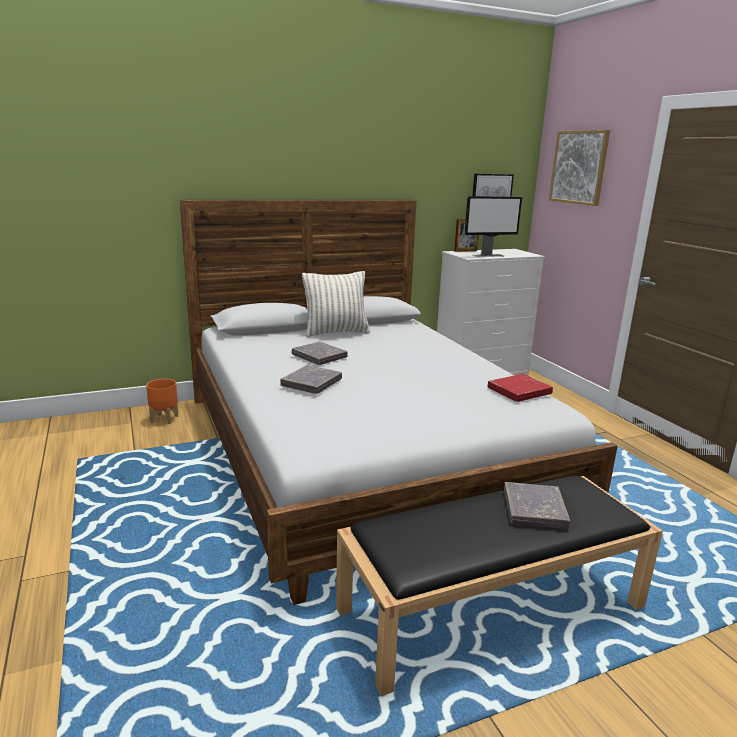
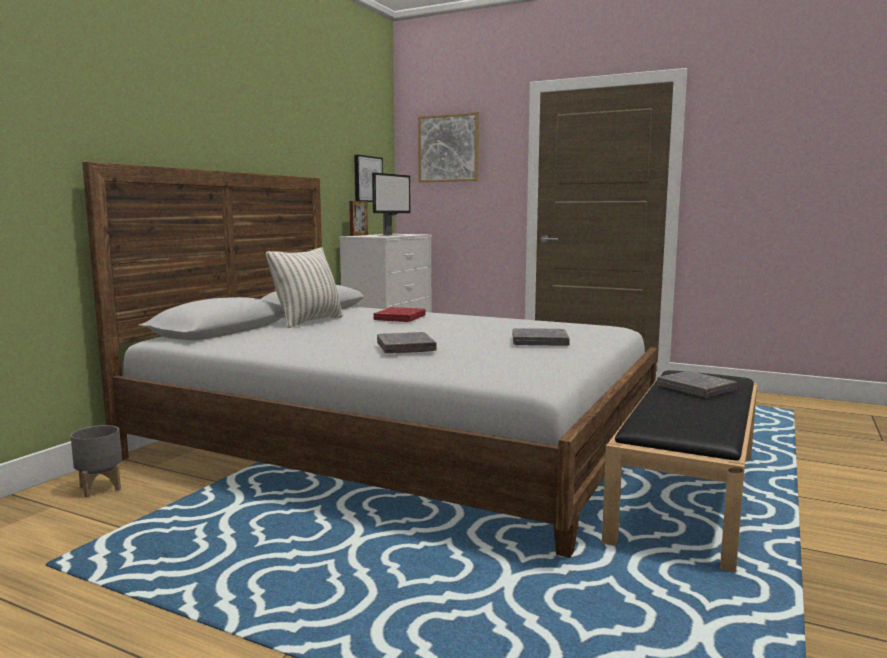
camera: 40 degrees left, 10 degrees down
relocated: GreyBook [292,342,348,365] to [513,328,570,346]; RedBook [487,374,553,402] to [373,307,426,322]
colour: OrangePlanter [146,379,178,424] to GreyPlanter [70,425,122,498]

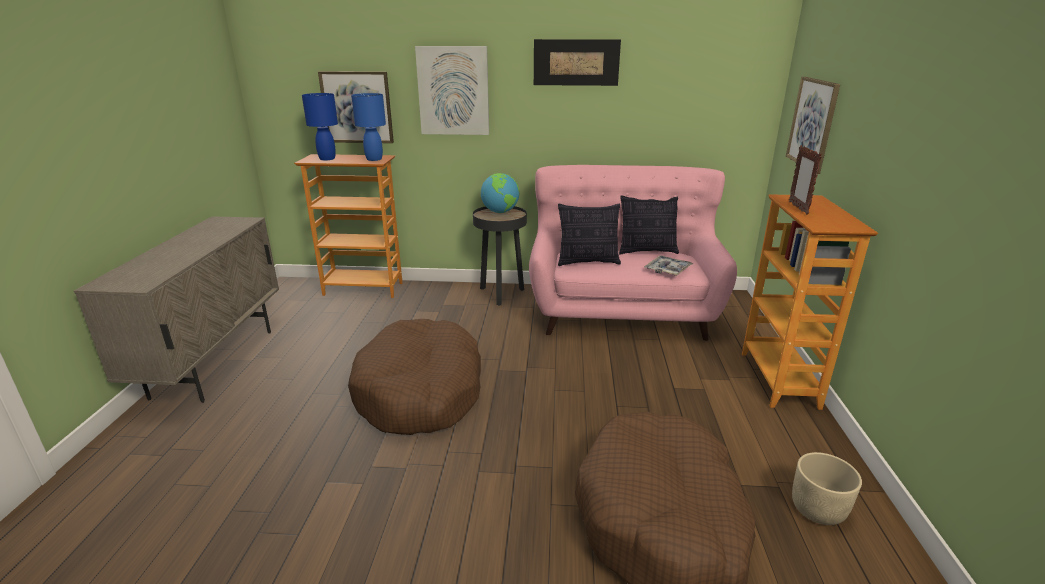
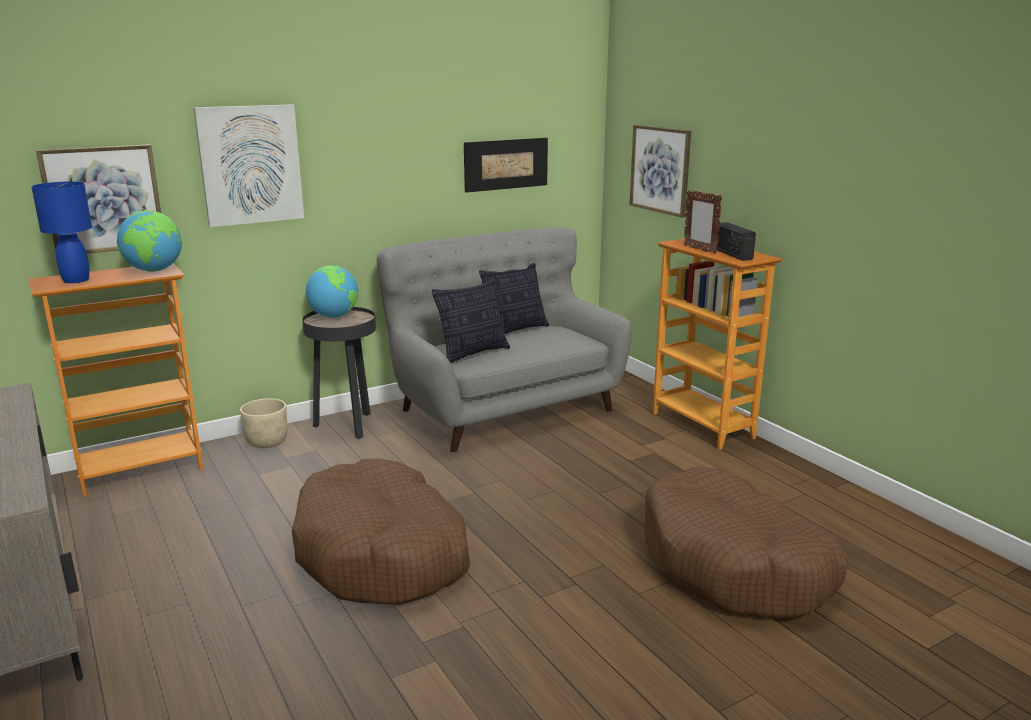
camera: 35 degrees left, 5 degrees down
missing: Tray [644,255,693,276]
appeared: Radio [715,222,756,261]
relocated: Picture [534,39,621,86] to [464,138,548,193]; BeigePlanter [792,452,862,525] to [240,398,287,448]
exchanged: BlueTableLamp [351,93,386,161] to Globe [117,210,182,272]
colour: PinkSofa [529,165,737,341] to GreySofa [377,228,632,452]

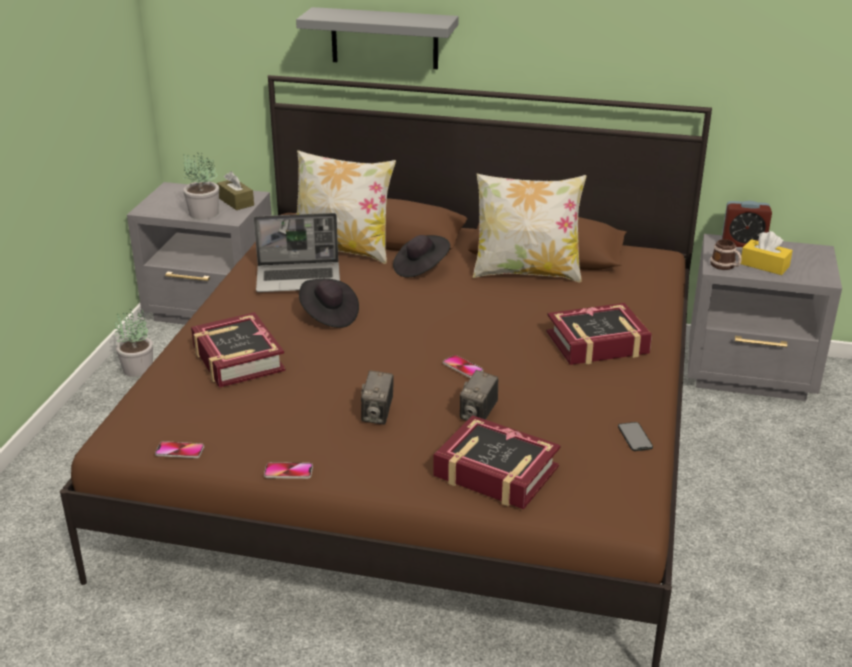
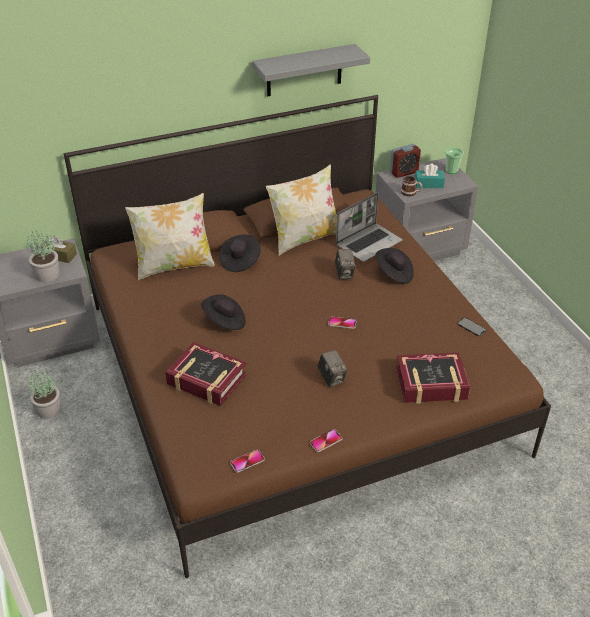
camera: 35 degrees left, 10 degrees up
appeared: Cup [445,147,464,174]
relocated: Laptop [254,213,340,292] to [336,193,403,262]; GreyShelf [296,7,459,69] to [252,44,370,96]; PhotoCamera [460,370,498,421] to [335,249,355,279]
exchanged: Book [546,303,652,365] to BlackHat [376,248,414,284]
colour: YellowTissueBox [741,231,793,275] to TurquoiseTissueBox [415,163,445,188]

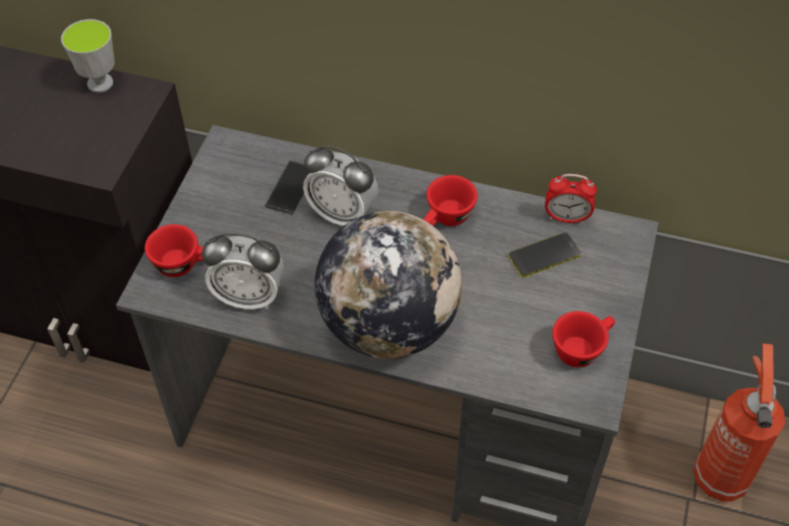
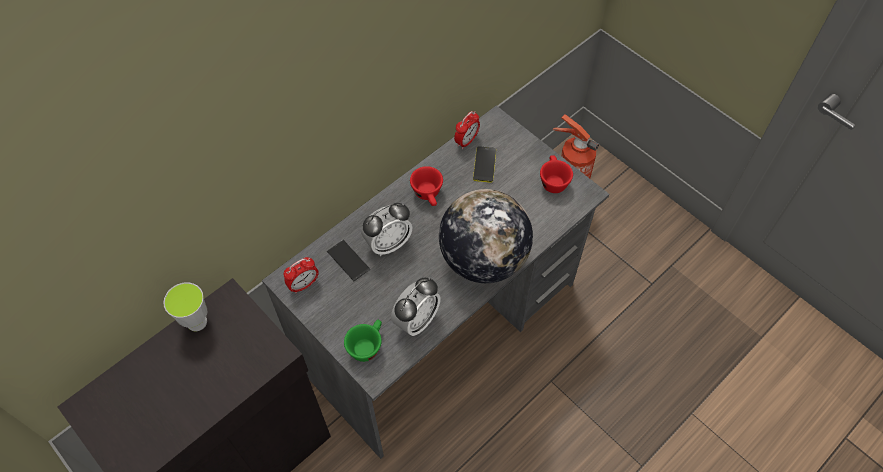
camera: 60 degrees left, 5 degrees up
appeared: AlarmClock [284,257,319,293]
colour: RedCup [145,224,204,277] to GreenCup [344,320,382,362]

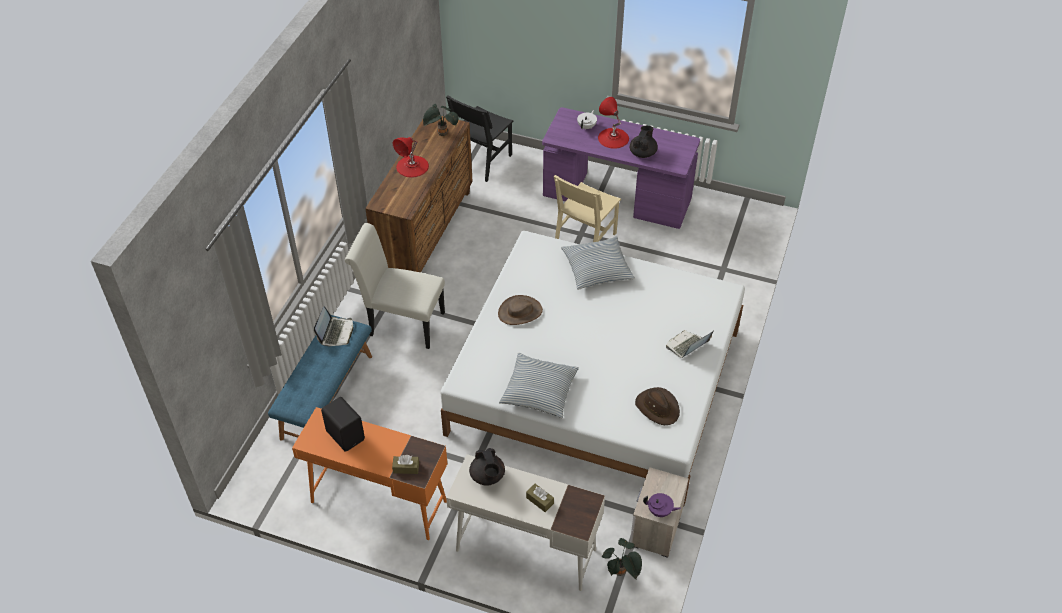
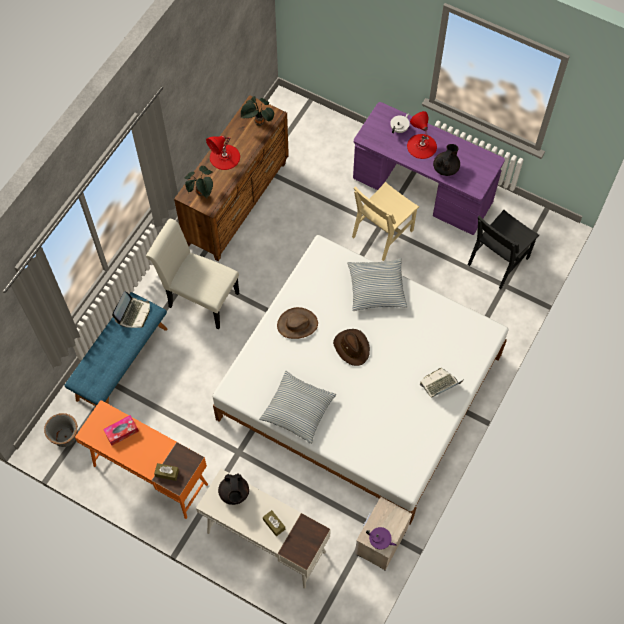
camera: 10 degrees right, 15 degrees up
appeared: GreyPlanter [44,413,78,447]
relocated: BlackChair [446,95,514,182] to [468,210,539,289]; PottedPlant [602,538,642,579] to [185,166,213,198]; BrownHat [635,387,680,425] to [333,329,370,366]
exchanged: BlackSpeaker [321,397,365,452] to TissueBox [103,415,139,445]

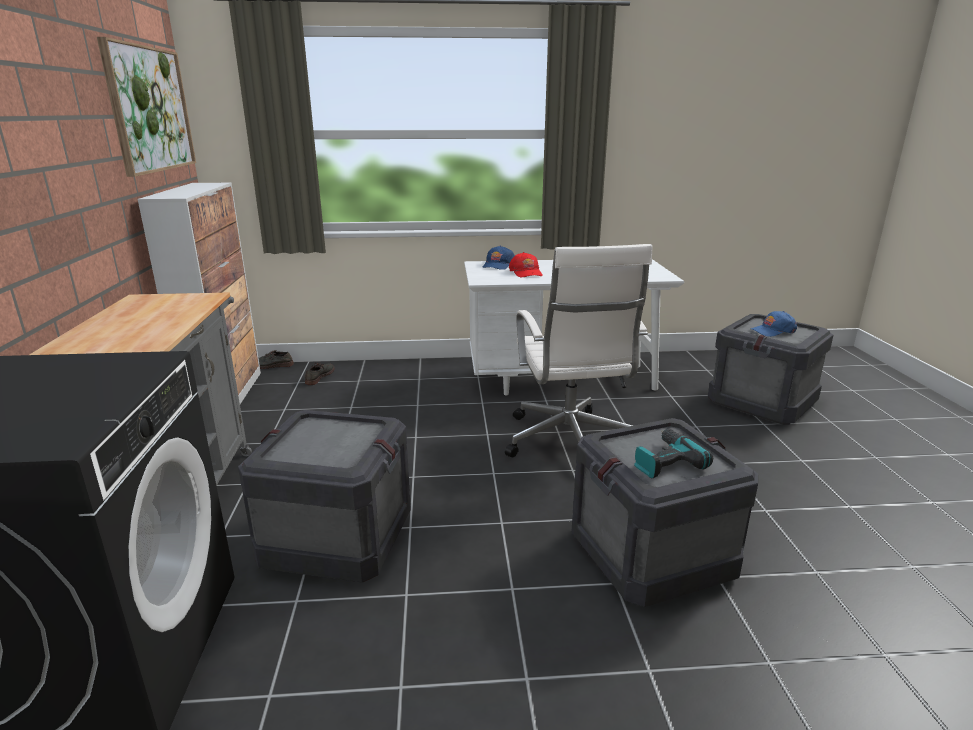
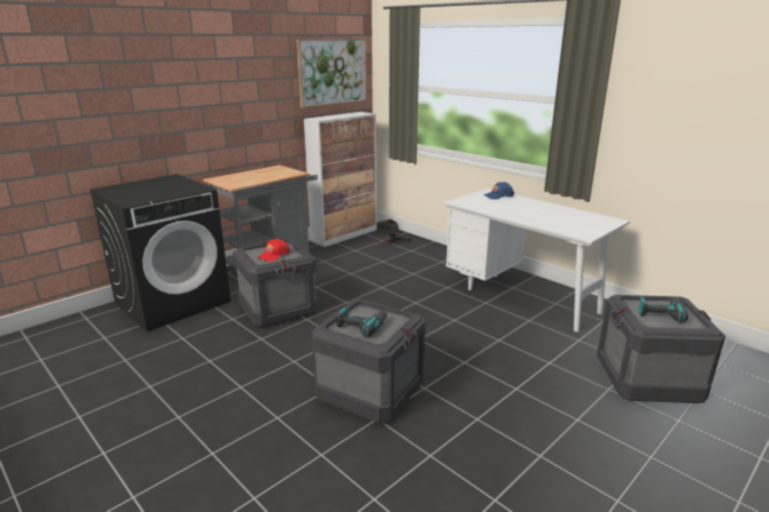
camera: 50 degrees right, 0 degrees up
missing: WhiteOfficeChair [505,244,653,458]
relocated: RedCap [509,252,543,278] to [257,239,290,261]
exchanged: BlueCap [751,311,797,337] to PowerDrill [637,297,688,323]

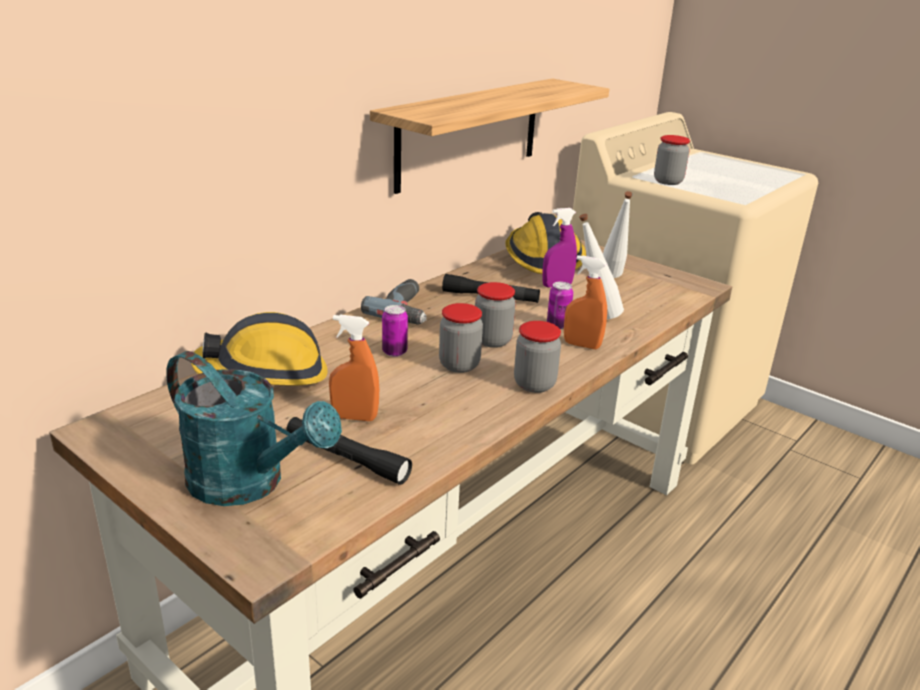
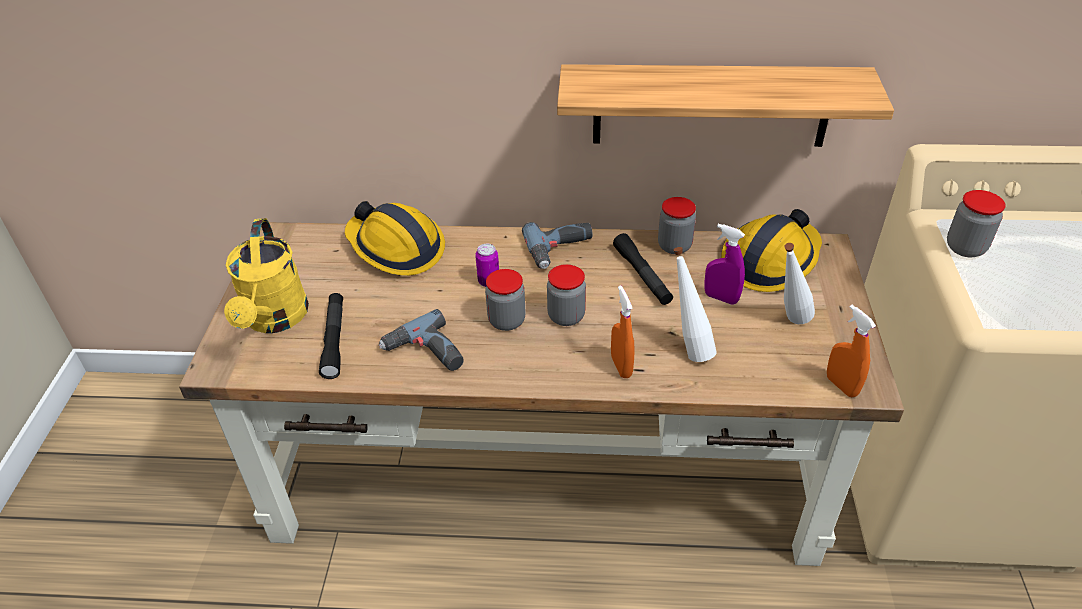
camera: 55 degrees right, 15 degrees up
missing: Can [547,282,573,329]
appeared: PowerDrill [379,309,464,371]
relocated: OrangeSprayBottle [329,315,379,421] to [827,305,876,397]; Jar [514,321,561,393] to [658,197,696,254]
colour: TurquoiseWateringCan [166,351,342,506] to YellowWateringCan [224,218,309,333]

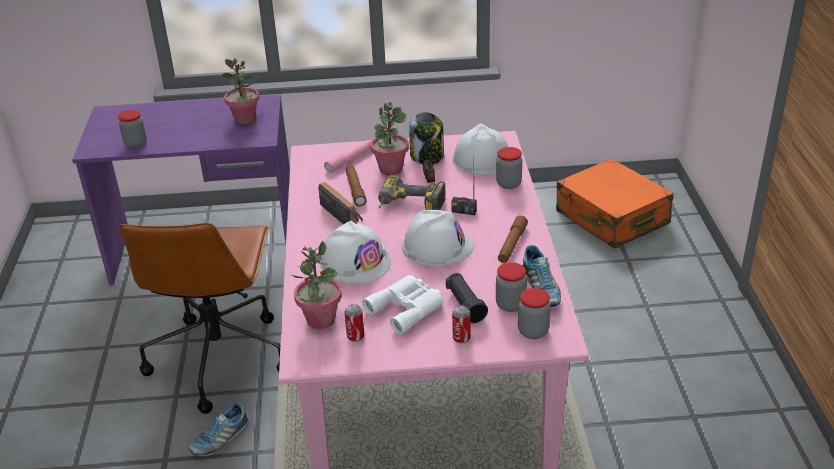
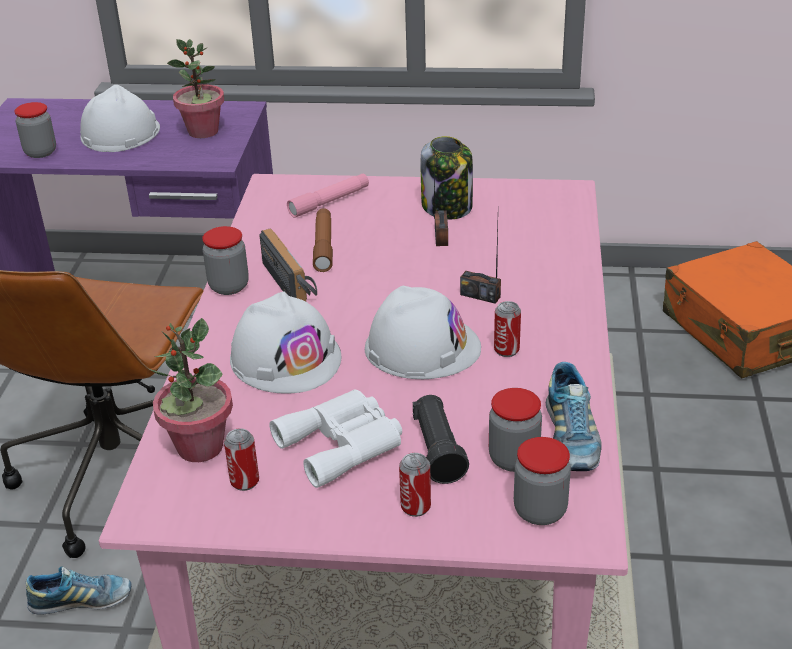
camera: 10 degrees right, 0 degrees up
missing: PottedPlant [371,102,409,175]; PowerDrill [378,175,445,210]; BrownFlashlight [498,215,528,263]
appeared: Can [494,301,521,357]
relocated: WhiteHardHat [452,124,508,176] to [80,85,160,152]; Jar [496,147,522,189] to [202,226,249,295]
spun: Shoe [188,403,249,456] = [26,566,132,615] 150 degrees counterclockwise

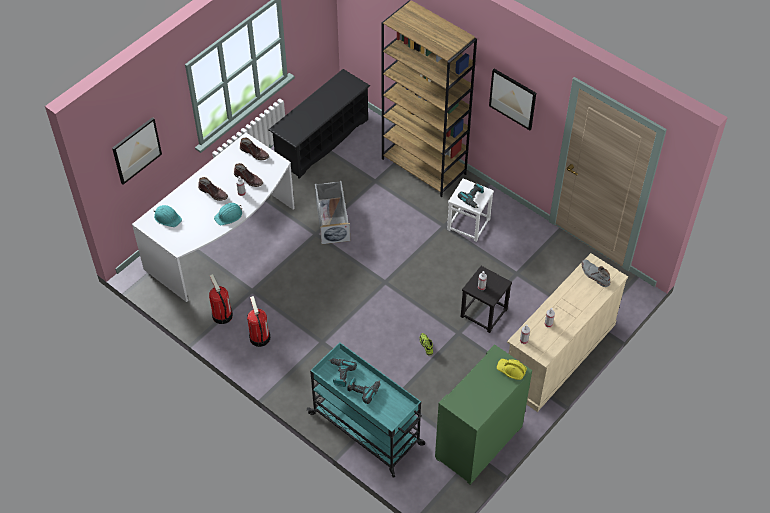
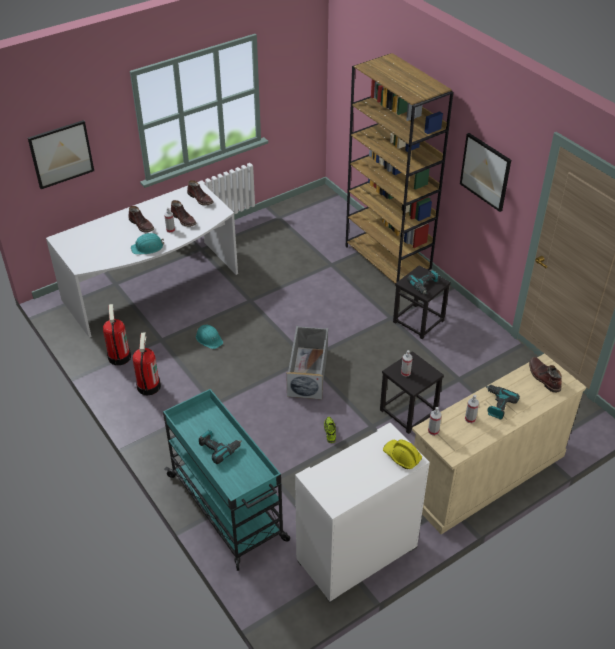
camera: 15 degrees right, 10 degrees down
missing: BlackShoeRack [268,69,370,179]
relocated: TurquoiseHardHat [154,205,182,227] to [196,325,223,349]; GreyStorageBox [315,181,350,244] to [286,326,328,399]; PowerDrill [329,358,357,387] to [485,385,520,419]
colour: GreenCabinet [435,345,532,485] to WhiteCabinet [295,423,430,603]; WhiteStool [447,179,494,242] to BlackStool [393,265,451,339]; GreyBoot [581,260,610,287] to BrownBoot [529,357,562,393]

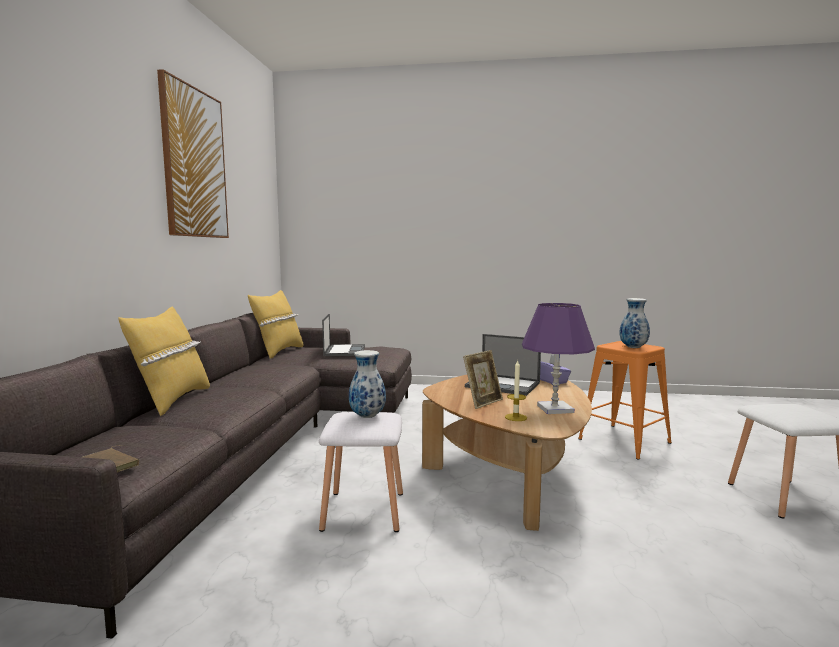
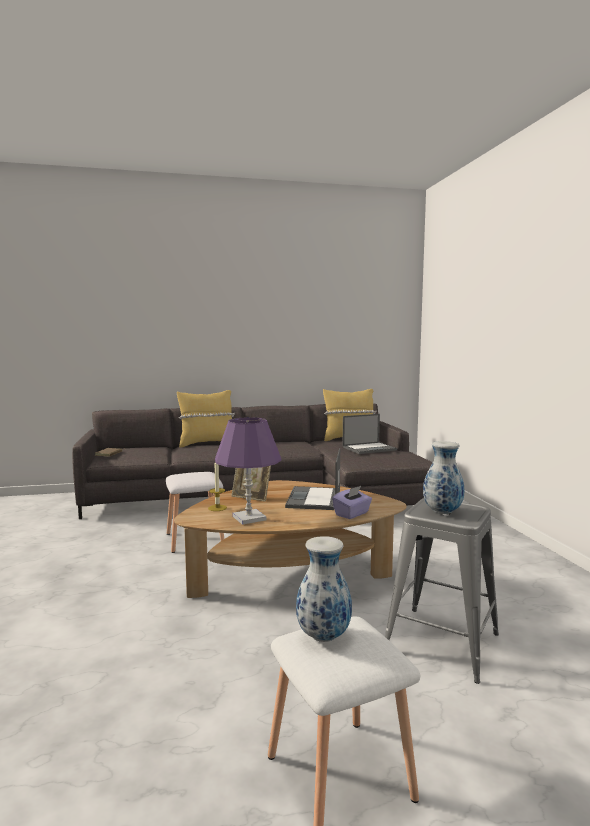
camera: 70 degrees right, 0 degrees up
missing: Picture [157,69,229,238]
relocated: Vase [349,350,386,418] to [296,536,352,642]
colour: OrangeStool [578,341,672,460] to GreyStool [385,498,499,684]

